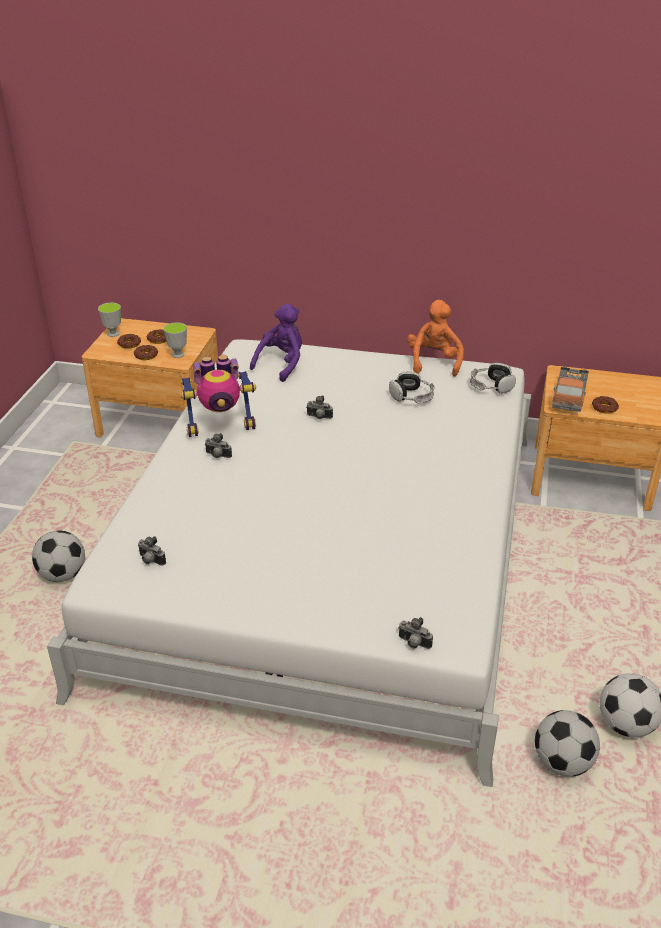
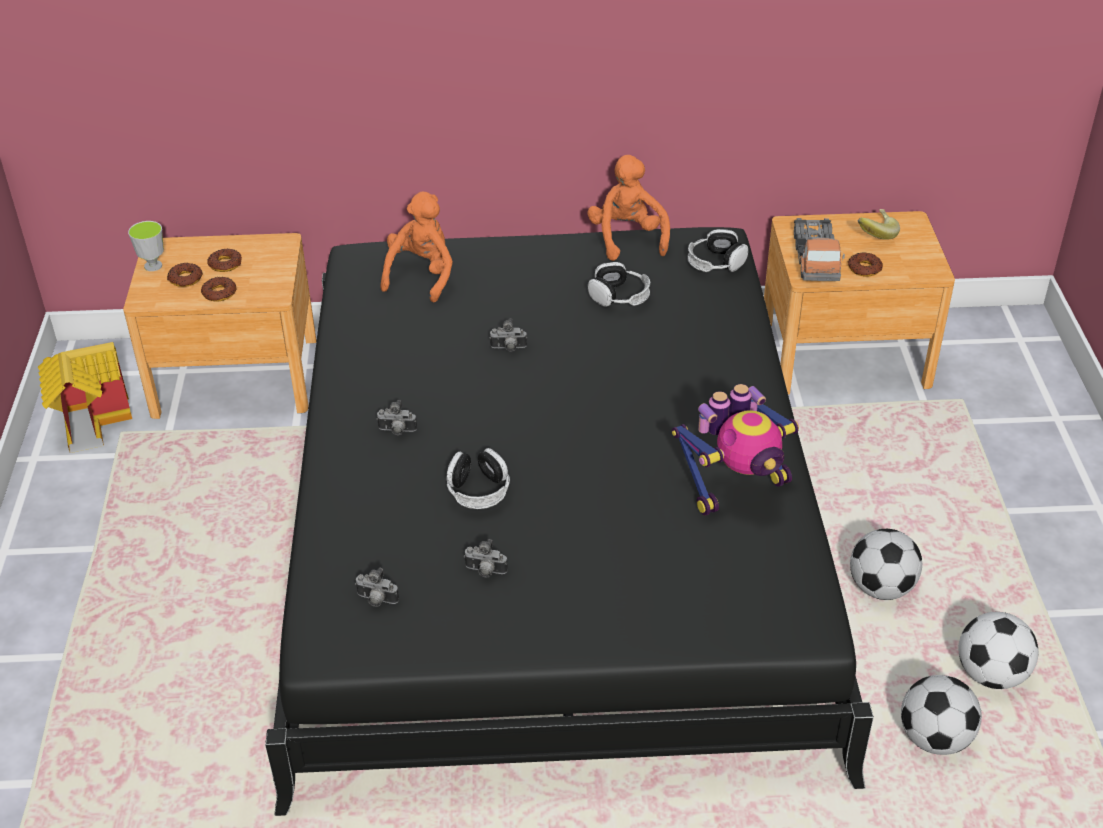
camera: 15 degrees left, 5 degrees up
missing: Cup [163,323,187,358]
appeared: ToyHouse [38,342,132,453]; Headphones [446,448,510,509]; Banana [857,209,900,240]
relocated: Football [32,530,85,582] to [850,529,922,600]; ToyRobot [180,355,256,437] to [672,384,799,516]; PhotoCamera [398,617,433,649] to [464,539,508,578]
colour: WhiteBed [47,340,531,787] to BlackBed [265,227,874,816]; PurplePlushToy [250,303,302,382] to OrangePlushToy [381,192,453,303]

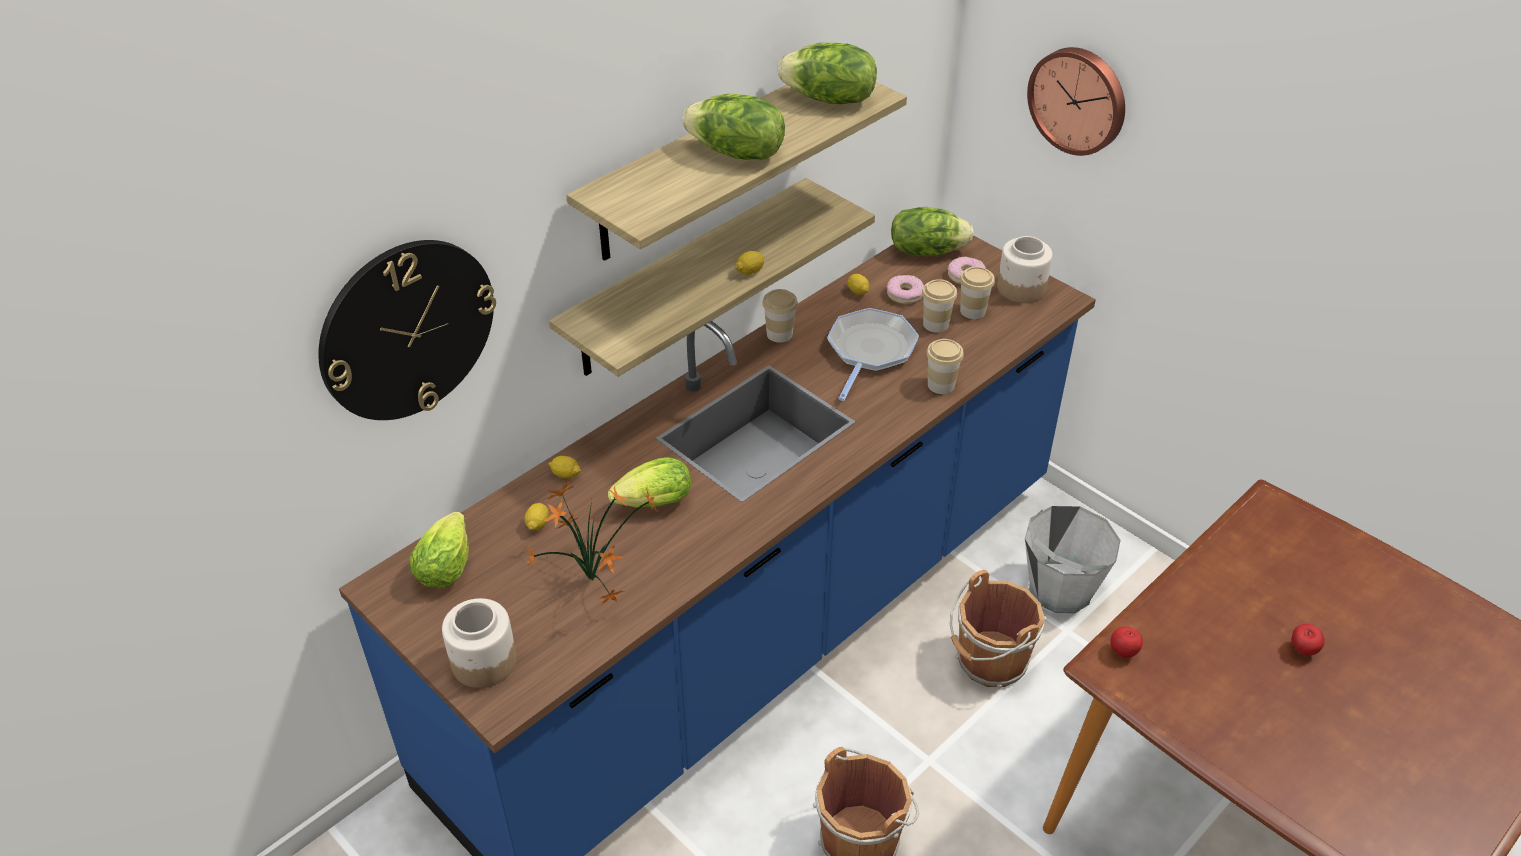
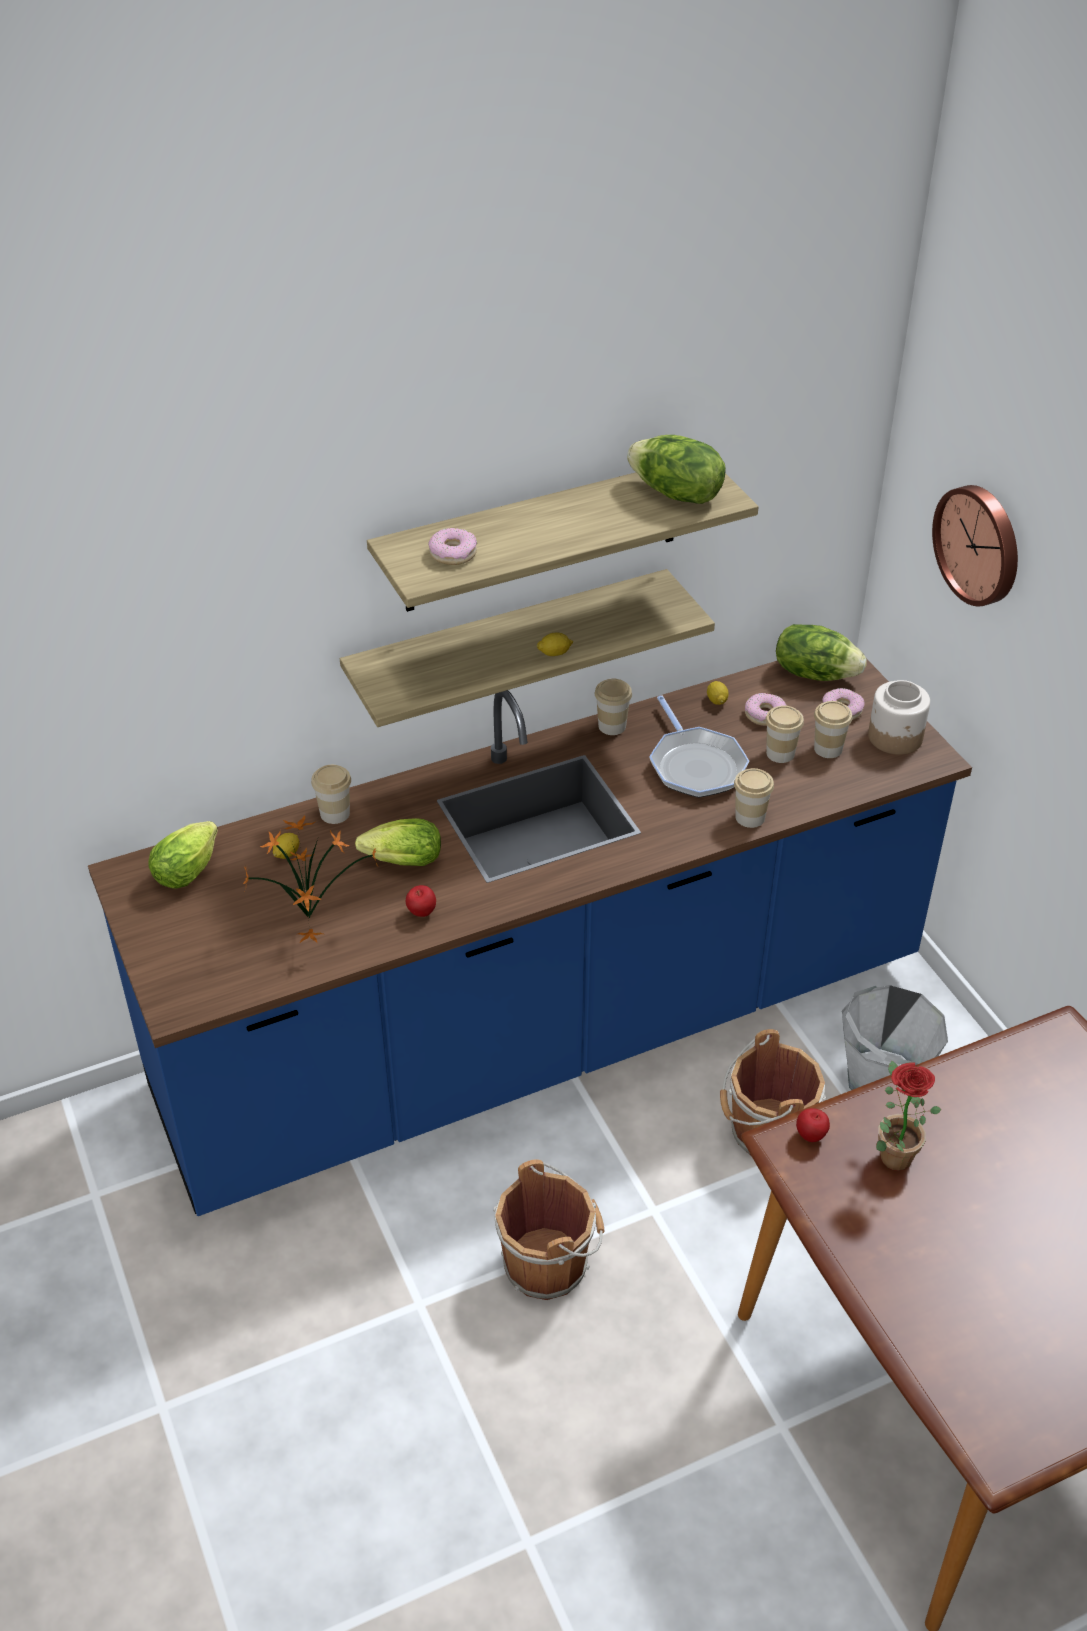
camera: 20 degrees right, 0 degrees up
missing: WallClock [318,240,496,420]; Jar [442,598,517,688]; Lettuce [682,94,785,160]
appeared: Donut [428,528,477,565]; PottedPlant [876,1061,941,1171]
relocated: Apple [1292,624,1325,656] to [406,885,436,917]
exchanged: Lemon [548,456,581,479] to Cup [311,765,351,824]
spun: FryingPan [827,308,919,401] = [649,695,749,798] 120 degrees clockwise

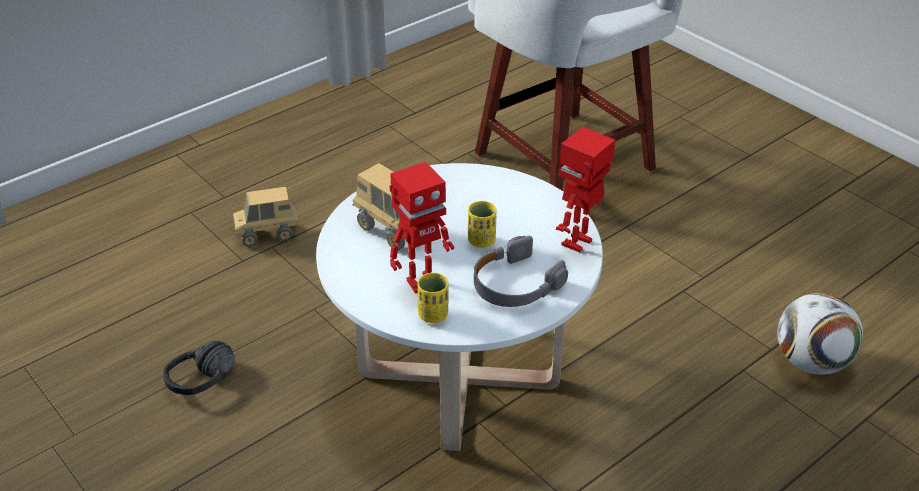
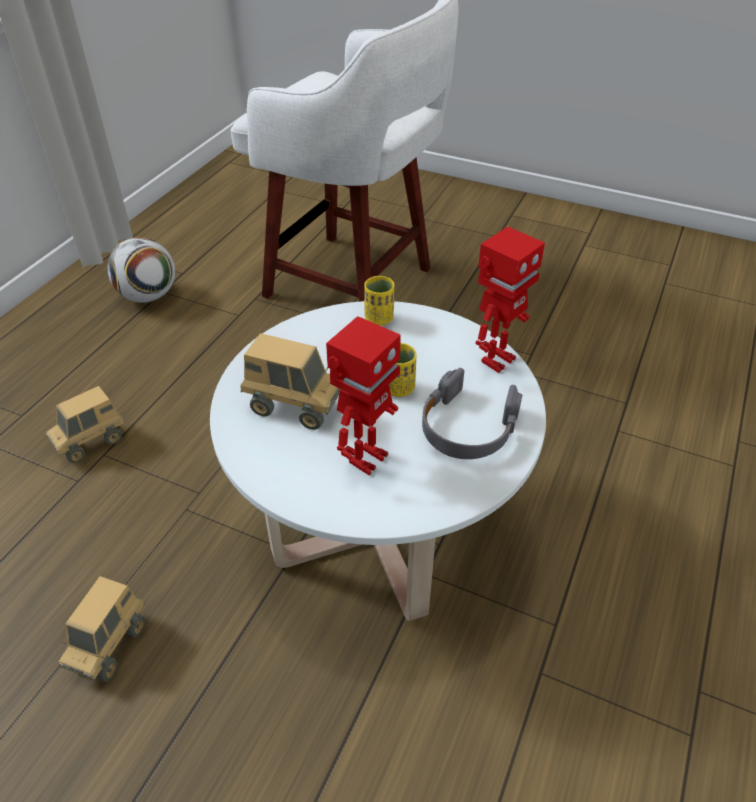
camera: 25 degrees left, 5 degrees up
relocated: YellowCup [417,273,448,323] to [364,276,395,326]; Football [777,293,863,375] to [107,237,175,303]
exchanged: BlackHeadphones [163,341,235,395] to ToyTruck [59,576,145,682]
spun: ToyRobot [556,127,615,252] = [476,226,545,373] 150 degrees counterclockwise

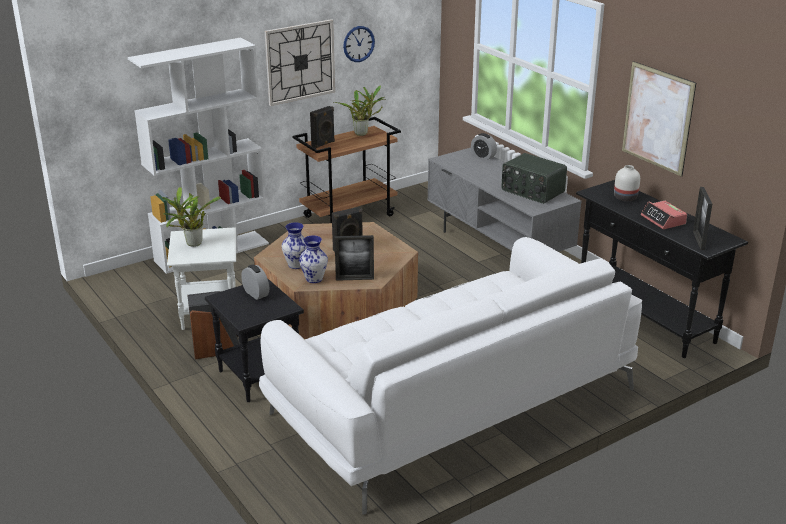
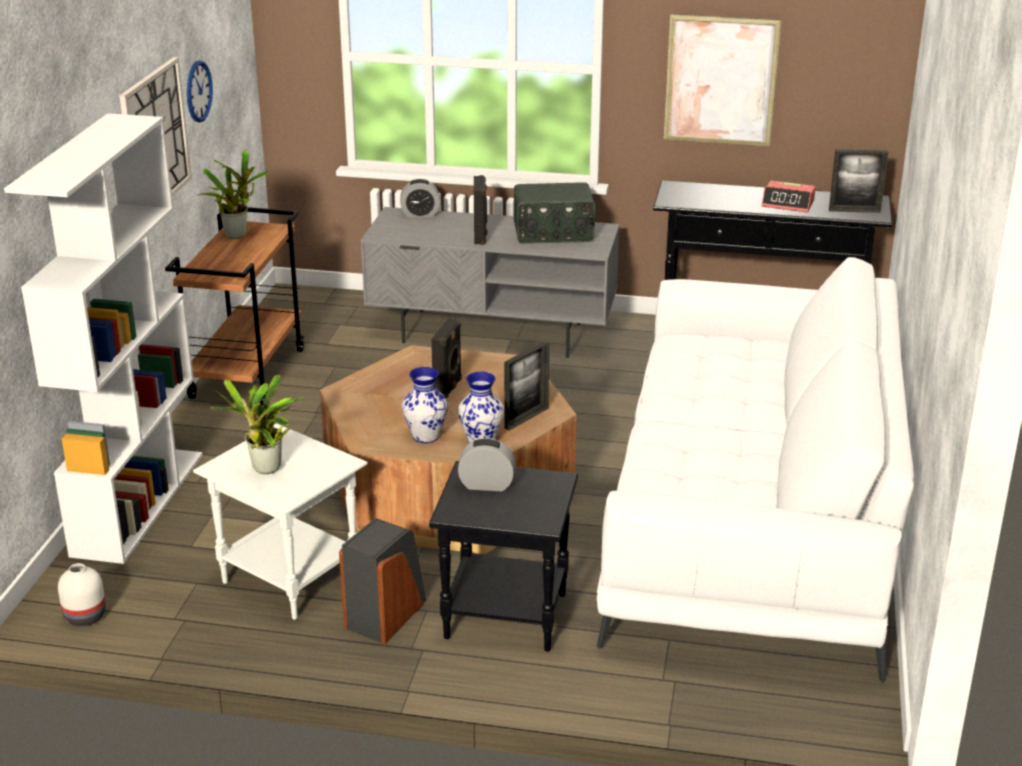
camera: 45 degrees left, 0 degrees up
relocated: BlackSpeaker [310,106,335,149] to [474,175,488,245]; WhiteVase [614,165,640,201] to [58,563,106,626]
spun: PictureFrame [693,187,712,250] = [829,149,889,213] 45 degrees counterclockwise

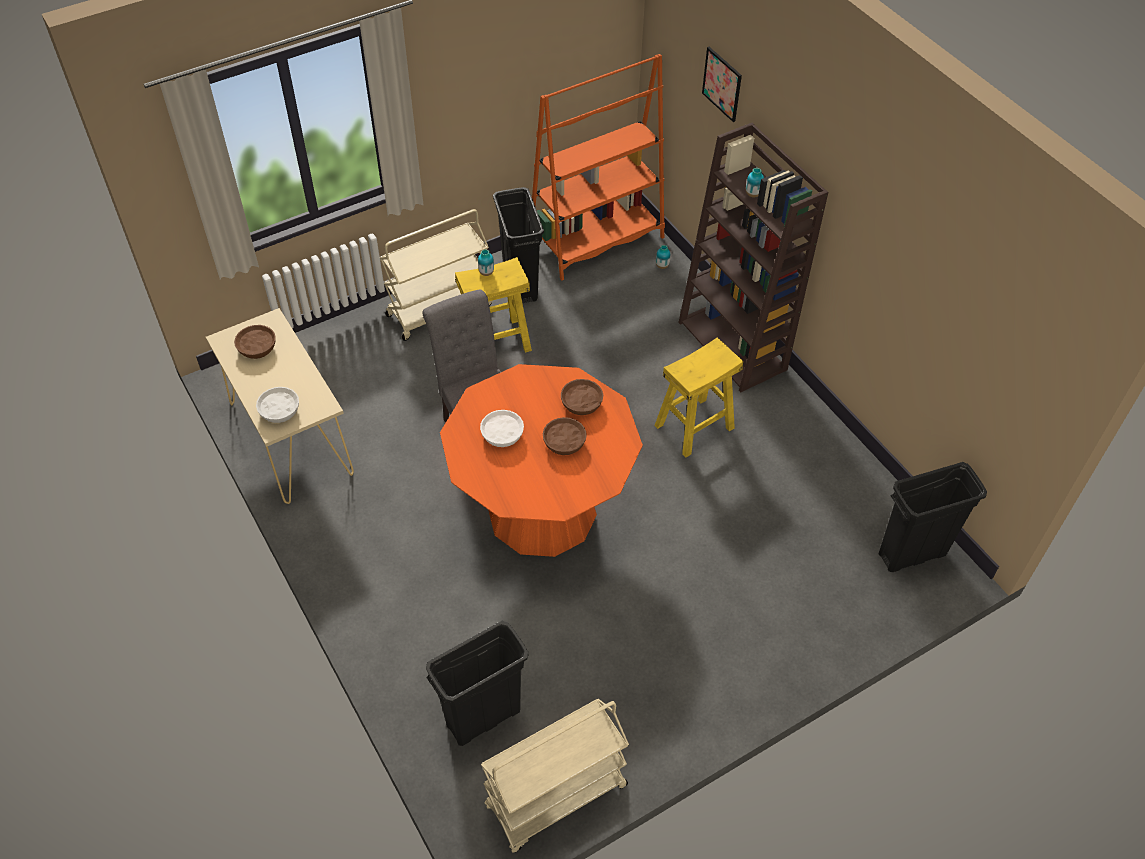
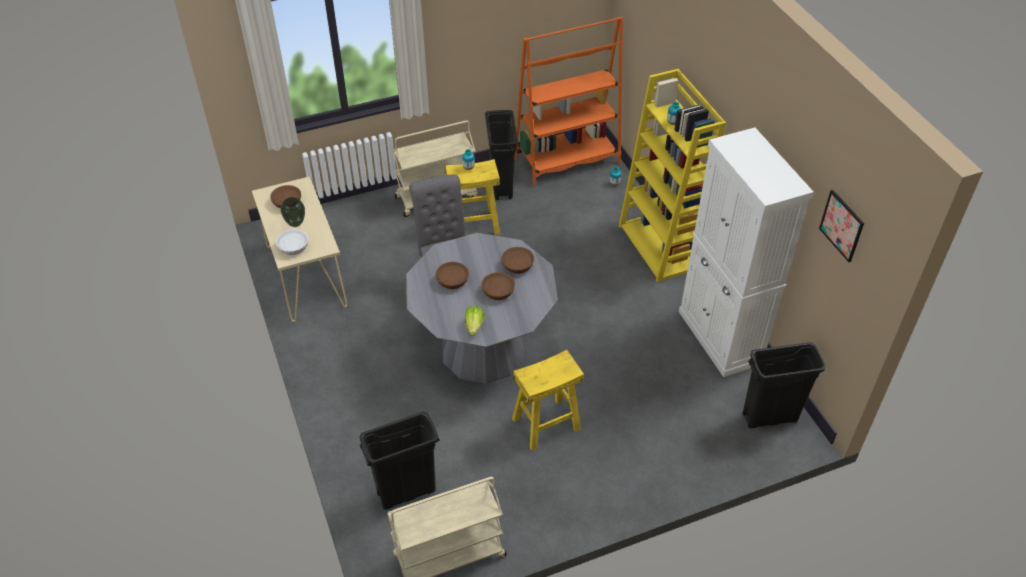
camera: 10 degrees right, 5 degrees down
appeared: Vase [281,197,305,227]; Lettuce [465,306,485,336]; WhiteCabinet [679,127,814,377]
relocated: YellowStool [654,337,743,458] to [512,350,584,451]; Picture [702,47,742,122] to [819,190,864,262]
colour: OrangeDiningTable [440,364,643,557] to GreyDiningTable [406,233,558,384]; WhiteBowl [480,410,524,447] to BrownBowl [436,262,469,289]; BrownBookcase [678,123,828,392] to YellowBookcase [619,69,726,282]

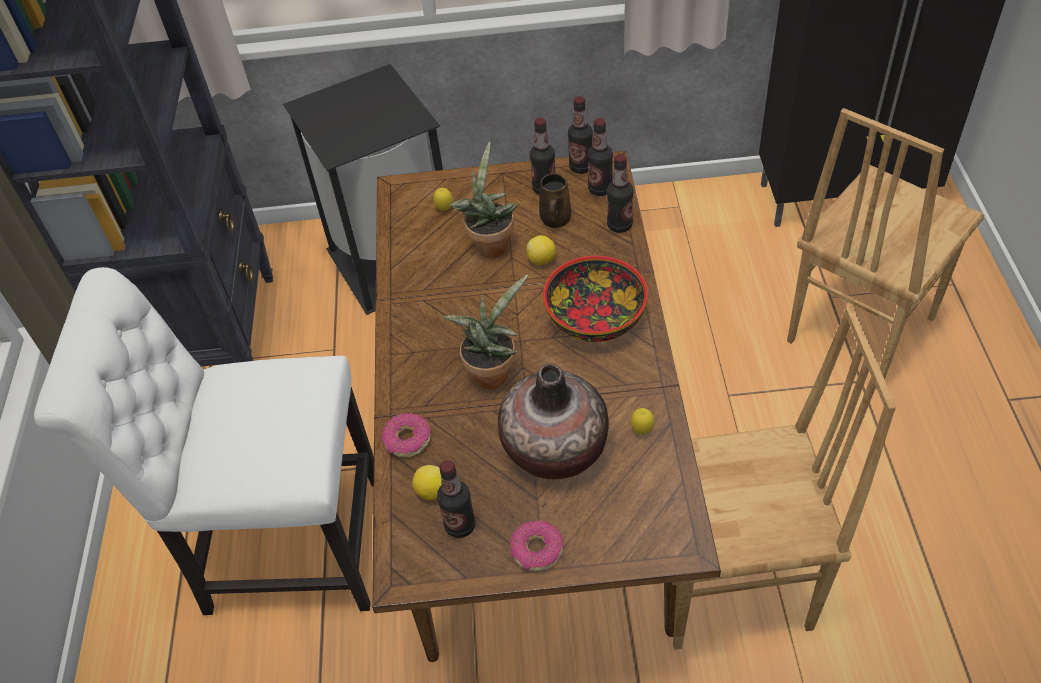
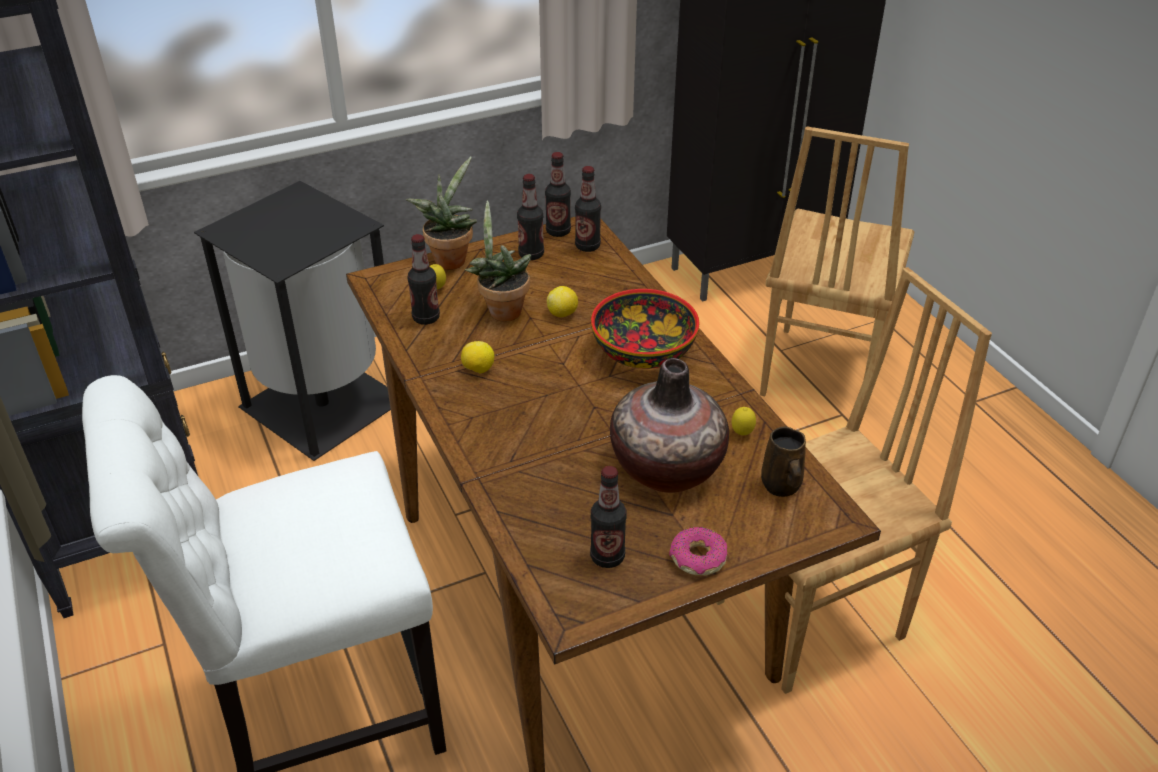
camera: 25 degrees left, 10 degrees down
missing: Donut [381,413,431,457]
relocated: Lemon [412,465,442,500] to [461,341,494,374]; PottedPlant [443,275,528,389] to [406,157,477,270]; BrownMug [539,173,571,228] to [761,427,806,497]; Bottle [607,154,634,233] to [408,234,440,325]

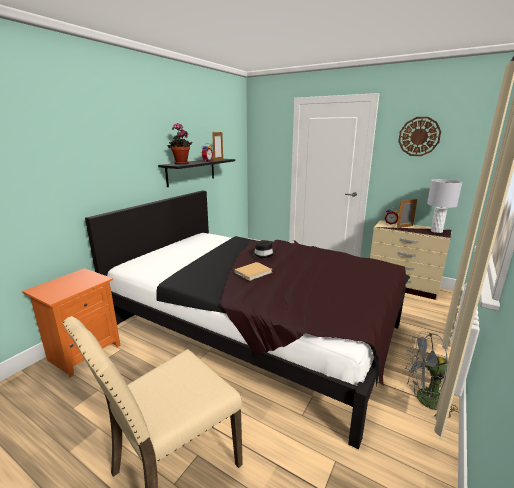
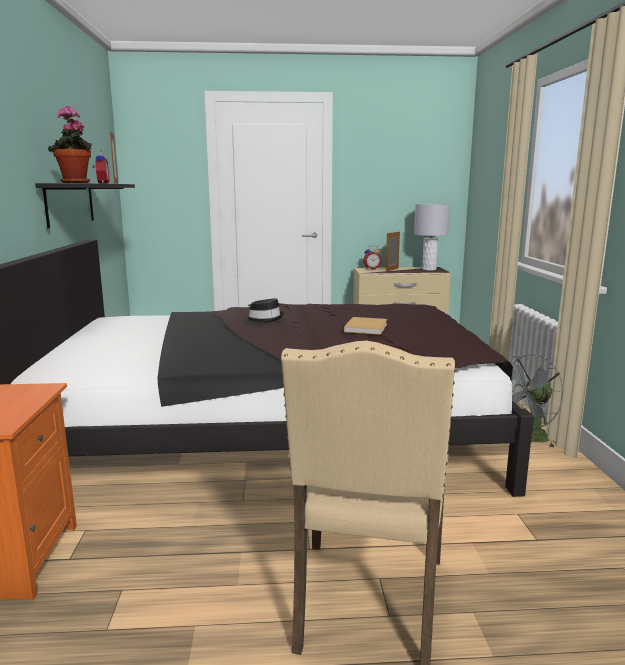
camera: 35 degrees left, 5 degrees down
missing: WallClock [398,117,441,156]
relocated: BeigeBook [234,262,272,281] to [344,317,387,335]

